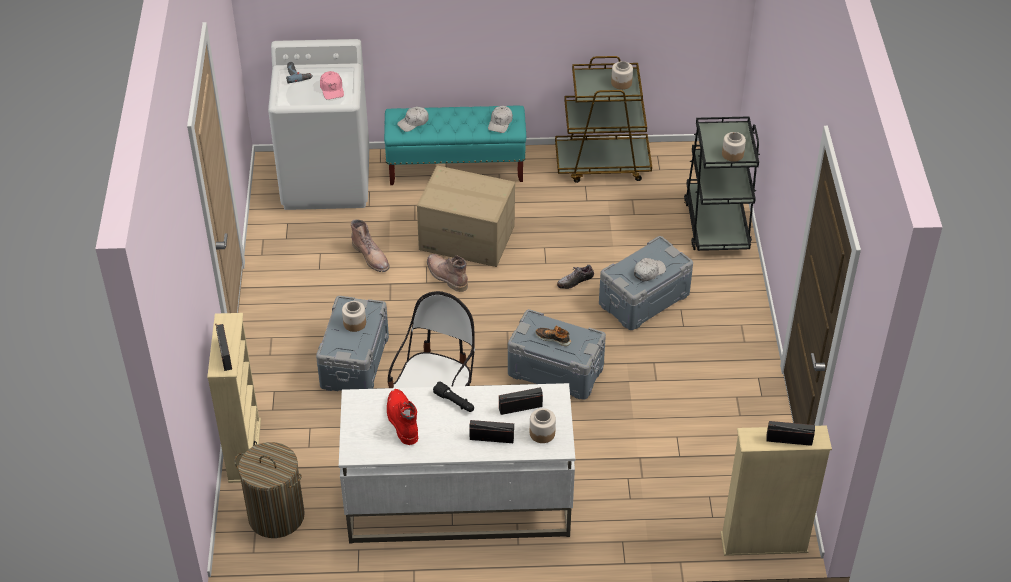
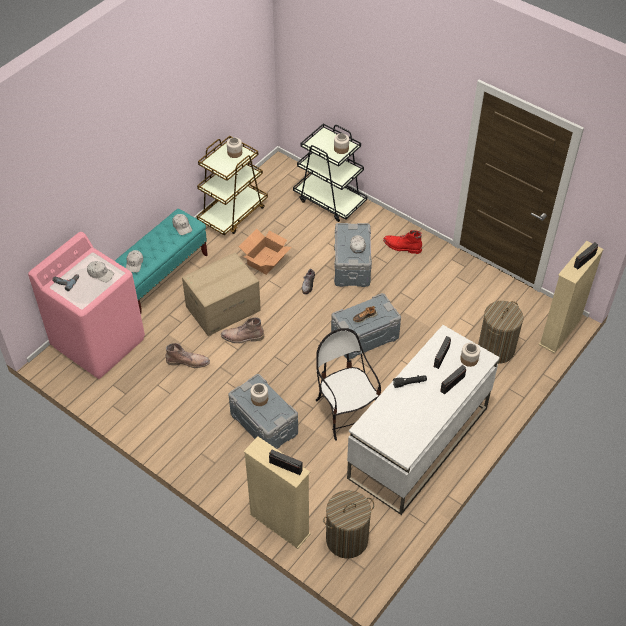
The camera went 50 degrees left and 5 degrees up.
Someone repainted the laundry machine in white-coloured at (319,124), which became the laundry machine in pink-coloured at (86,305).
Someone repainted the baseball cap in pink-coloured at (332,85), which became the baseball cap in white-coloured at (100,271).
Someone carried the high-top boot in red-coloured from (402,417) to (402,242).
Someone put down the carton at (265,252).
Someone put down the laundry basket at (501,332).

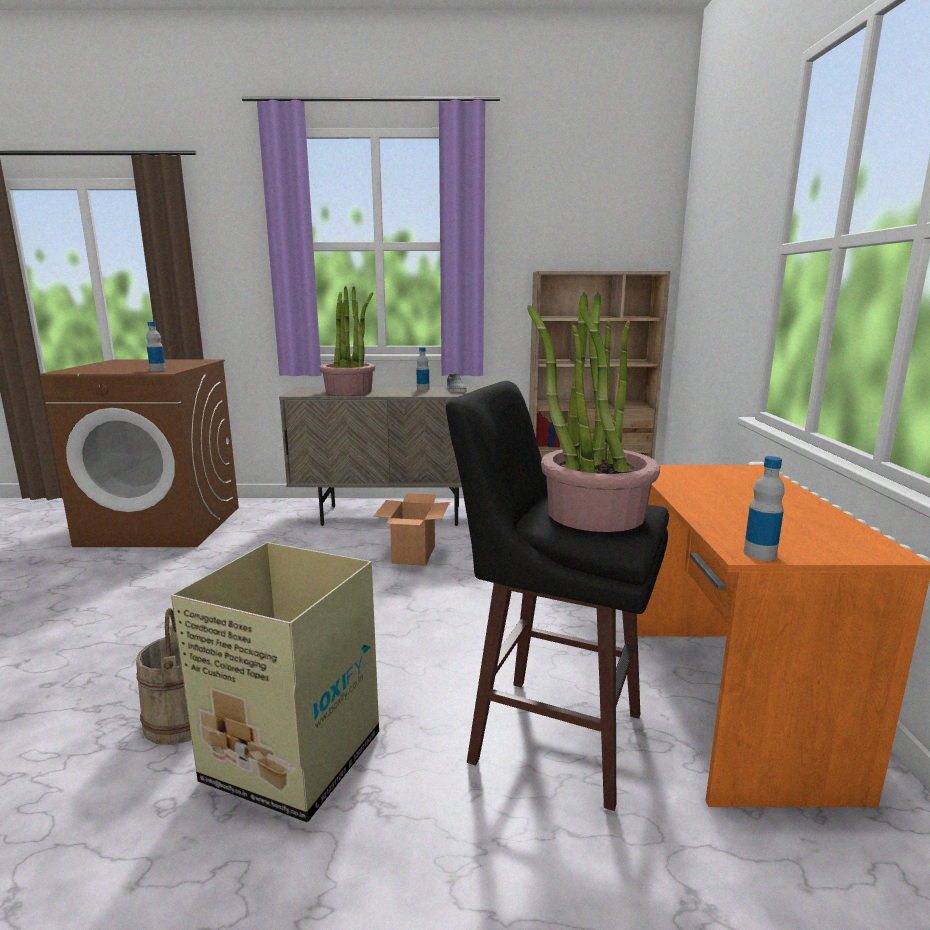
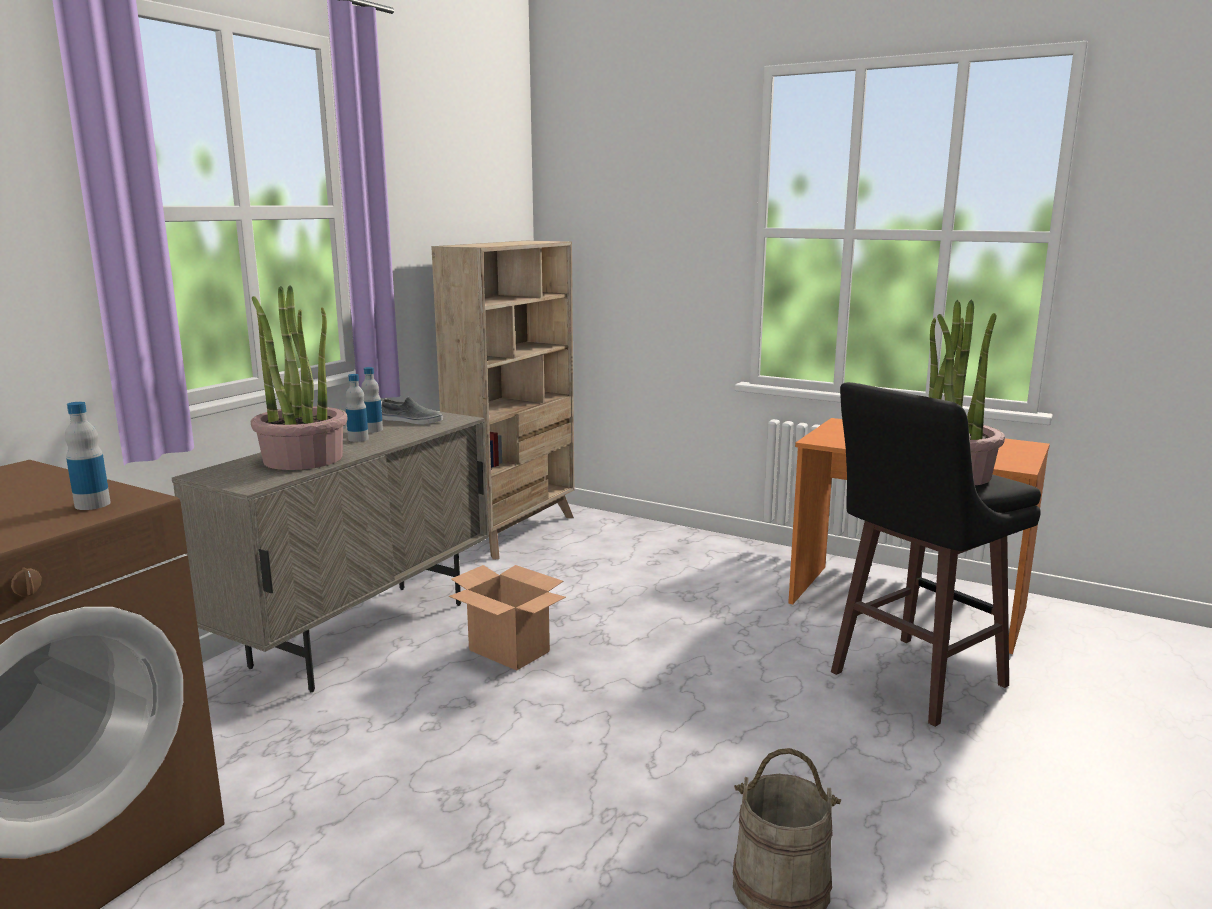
The camera went 60 degrees left and 0 degrees up.
Someone carried the bottle from (764,508) to (357,408).
Someone took away the carton at (275,682).

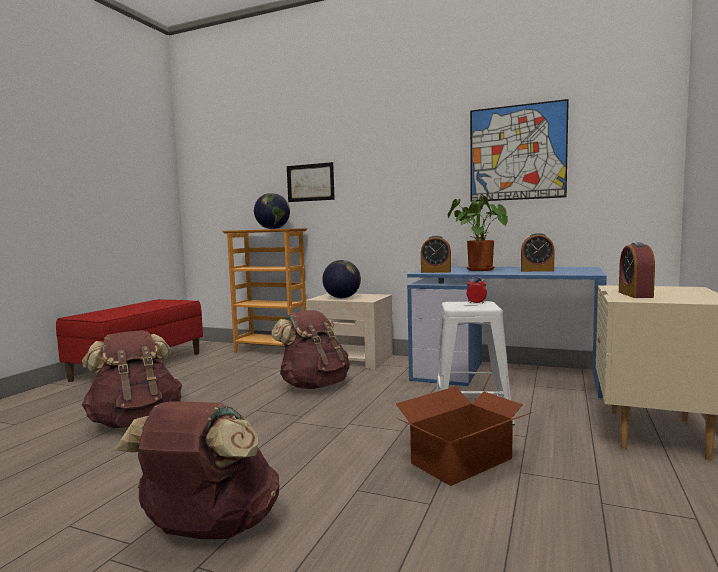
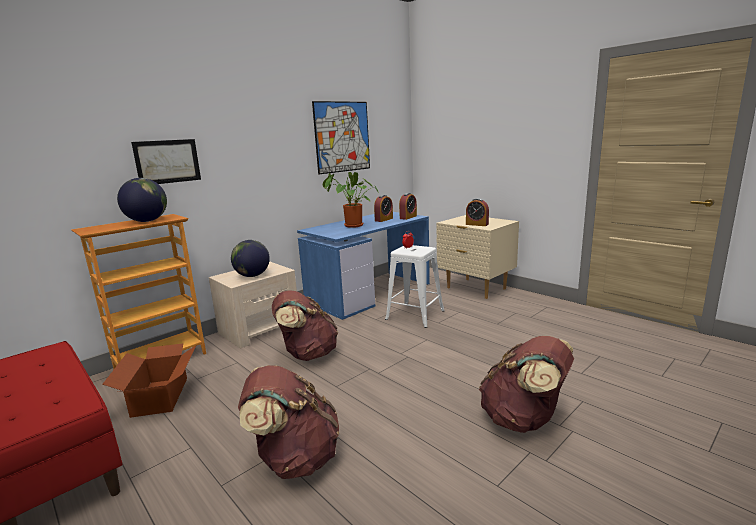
The camera went 65 degrees left and 10 degrees up.
Someone carried the bedside clock from (436,254) to (408,206).
Someone carried the carton from (464,436) to (149,380).

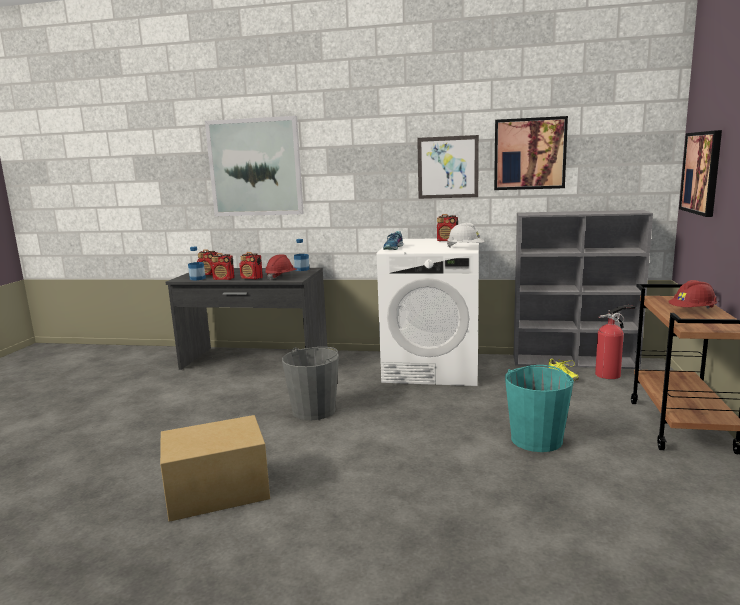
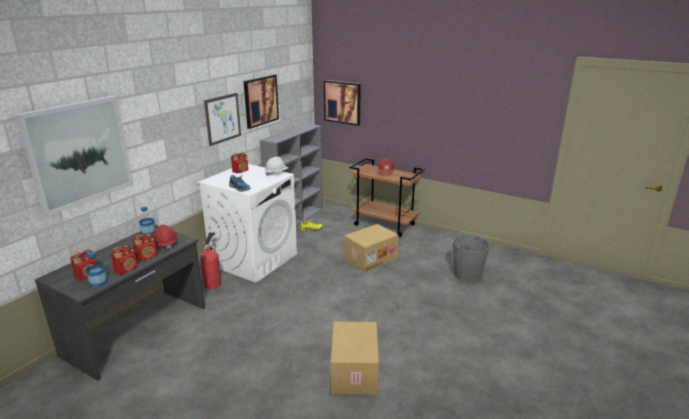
The camera went 70 degrees left and 10 degrees up.
Someone carried the extinguisher from (615,342) to (210,260).
Someone carried the bucket in greyish from (310,383) to (471,258).
Someone swapped the bucket in turquoise at (539,408) for the carton at (371,248).

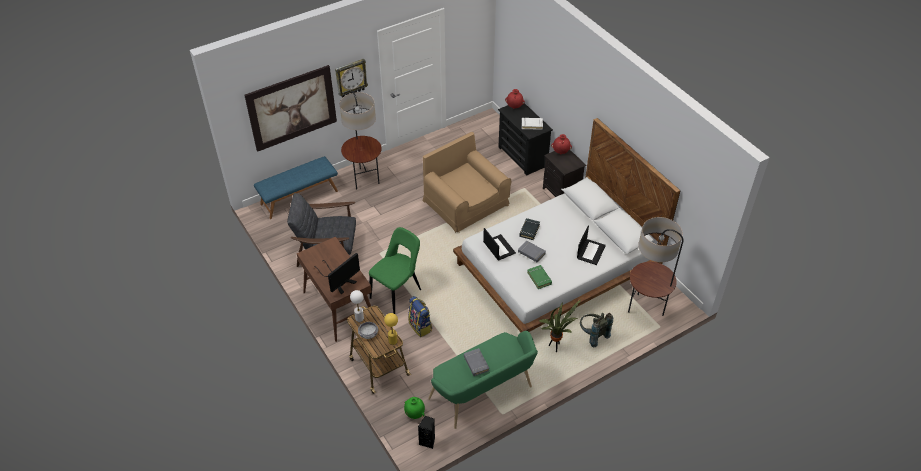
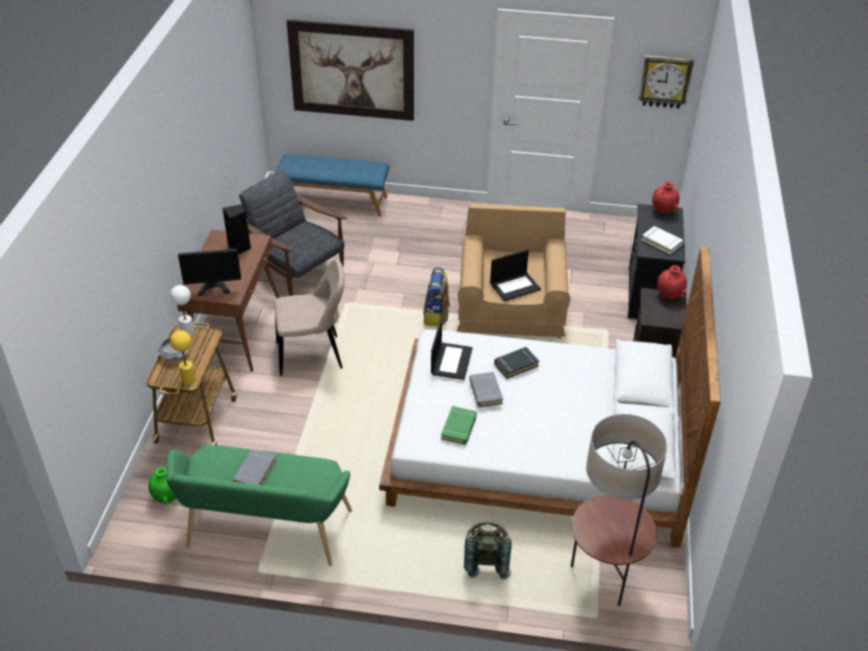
The camera went 40 degrees right and 5 degrees down.
Someone carried the wall clock from (351,78) to (666,82).
Someone took away the standard lamp at (361,140).
Someone carried the laptop from (591,245) to (515,275).
Someone repainted the chair in green at (395,270), which became the chair in beige-coloured at (309,317).
Someone carried the knapsack from (420,316) to (436,297).
Someone took away the potted plant at (560,326).
Someone carried the audio speaker in black from (426,432) to (237,229).

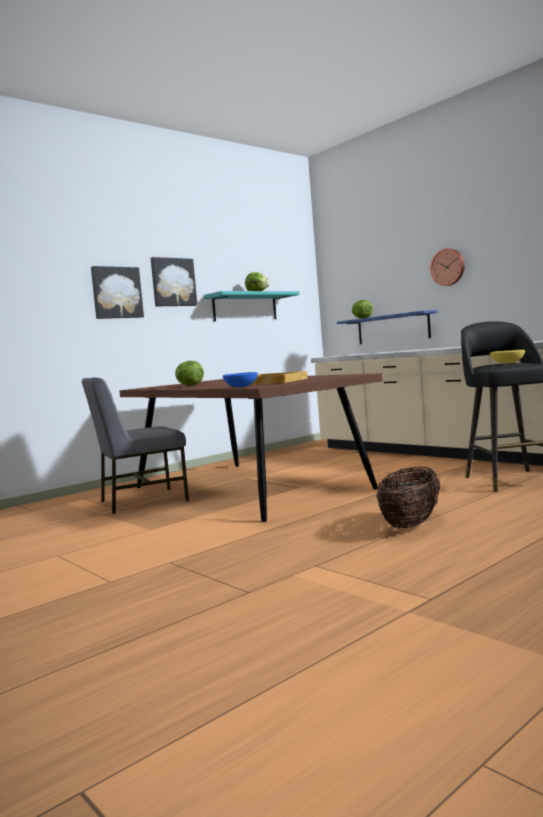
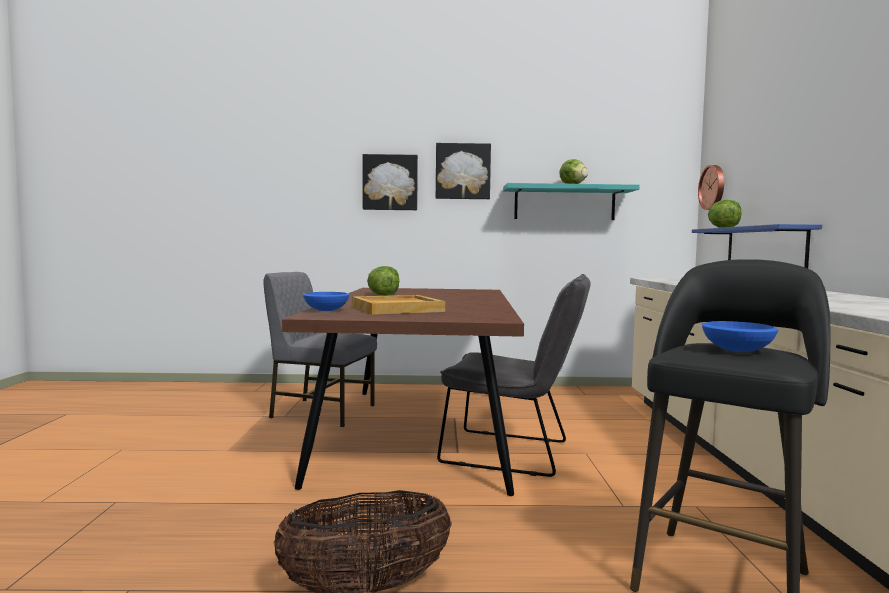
The camera went 40 degrees right and 0 degrees up.
Someone carried the wall clock from (447,267) to (711,187).
Someone repainted the deep dish in yellowish at (507,357), which became the deep dish in blue-coloured at (740,336).
Someone put down the chair in greyish at (514,375).

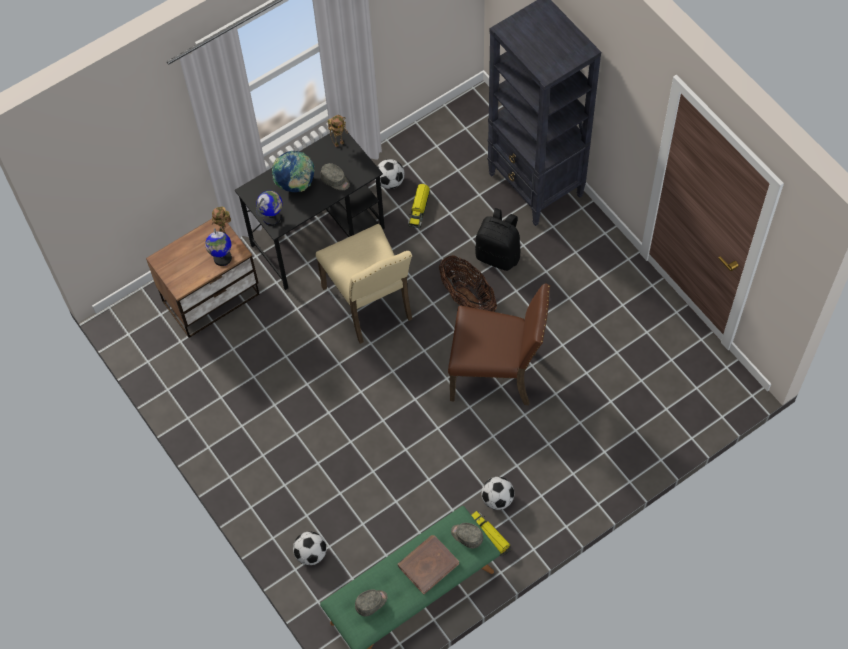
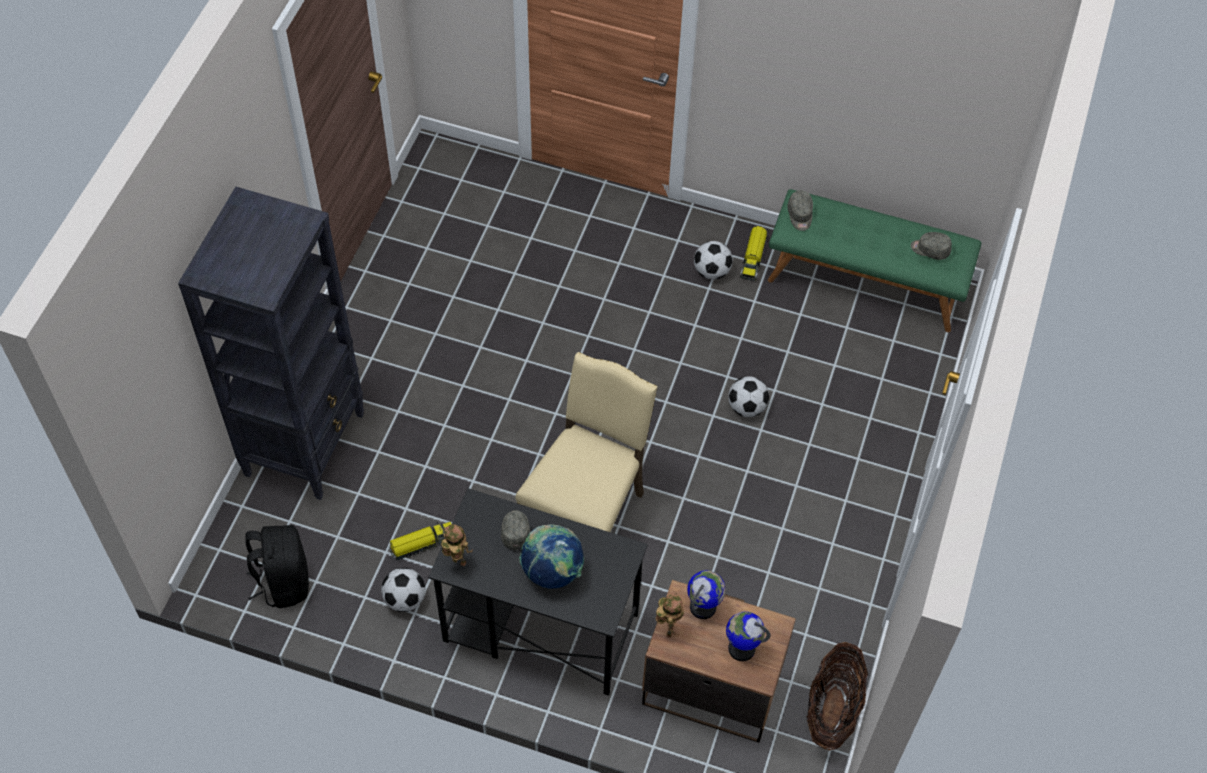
The camera went 130 degrees left and 5 degrees down.
Someone carried the globe from (269,208) to (748,636).
Someone carried the knapsack in black from (498,239) to (277,566).
Someone carried the household basket from (468,283) to (837,696).
Someone took away the chair in brown at (499,344).
Someone carried the ball for football from (310,548) to (748,396).
Someone took away the book in brown at (428,565).

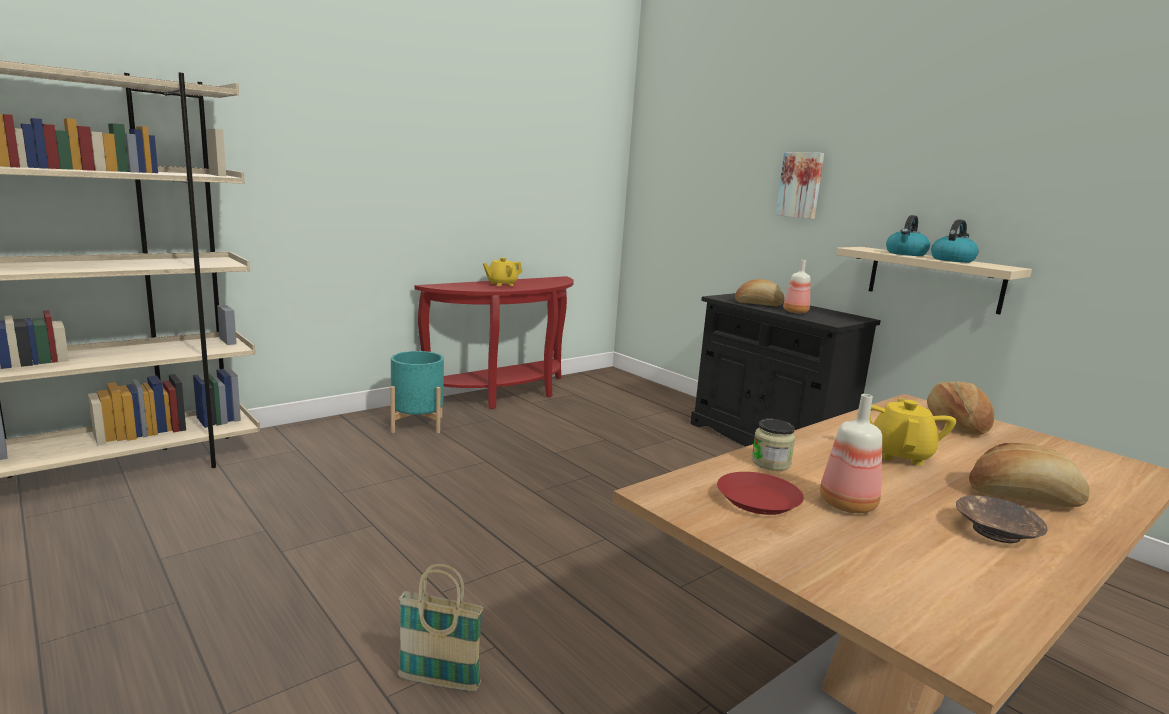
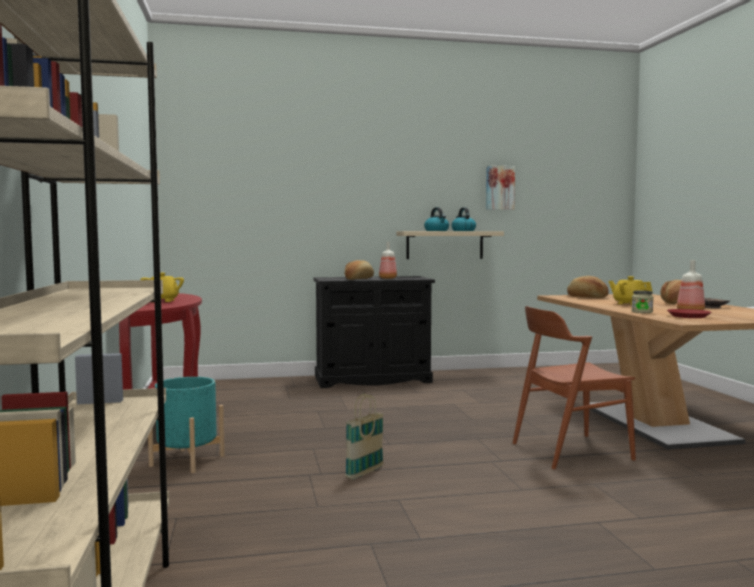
The camera went 60 degrees left and 10 degrees down.
Someone carried the wall art from (800,185) to (500,187).
Someone carried the household basket from (441,627) to (364,437).
Someone put down the chair in brown at (574,387).

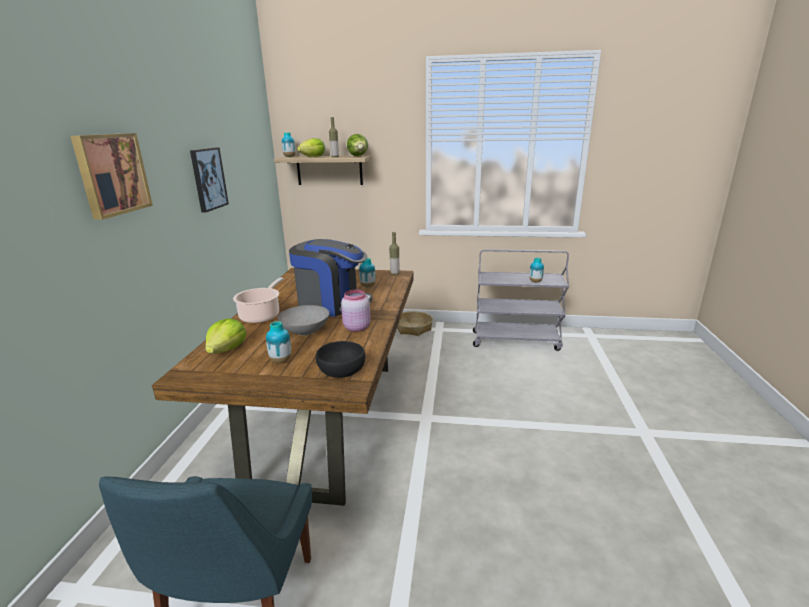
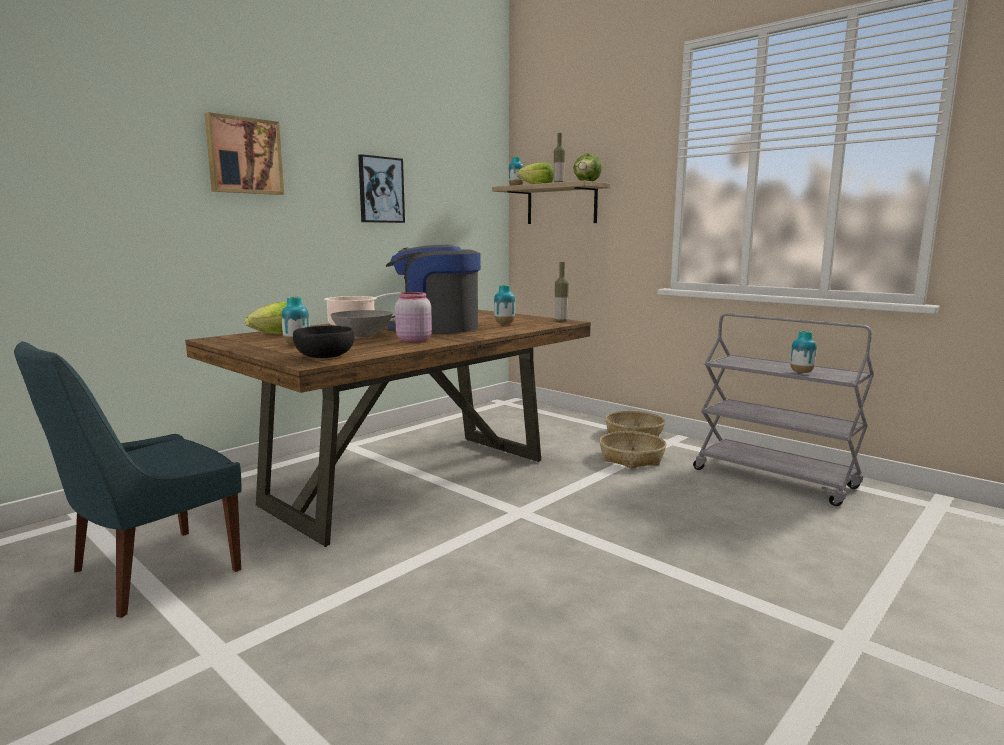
The camera went 35 degrees right and 10 degrees down.
Someone rotated the coffee machine at (330,278) by 135 degrees clockwise.
Someone put down the household basket at (632,450).

